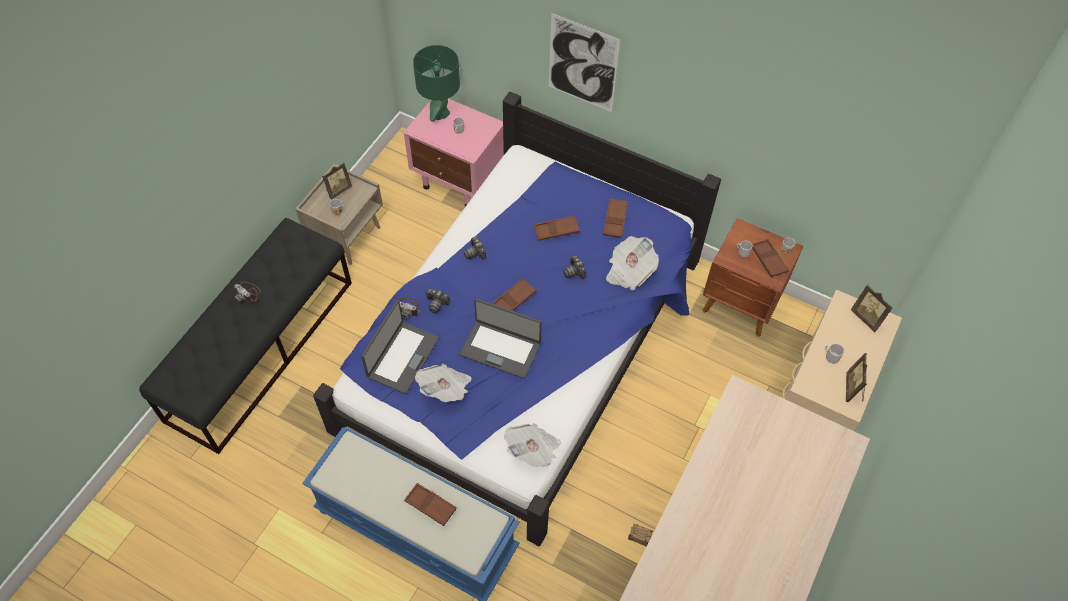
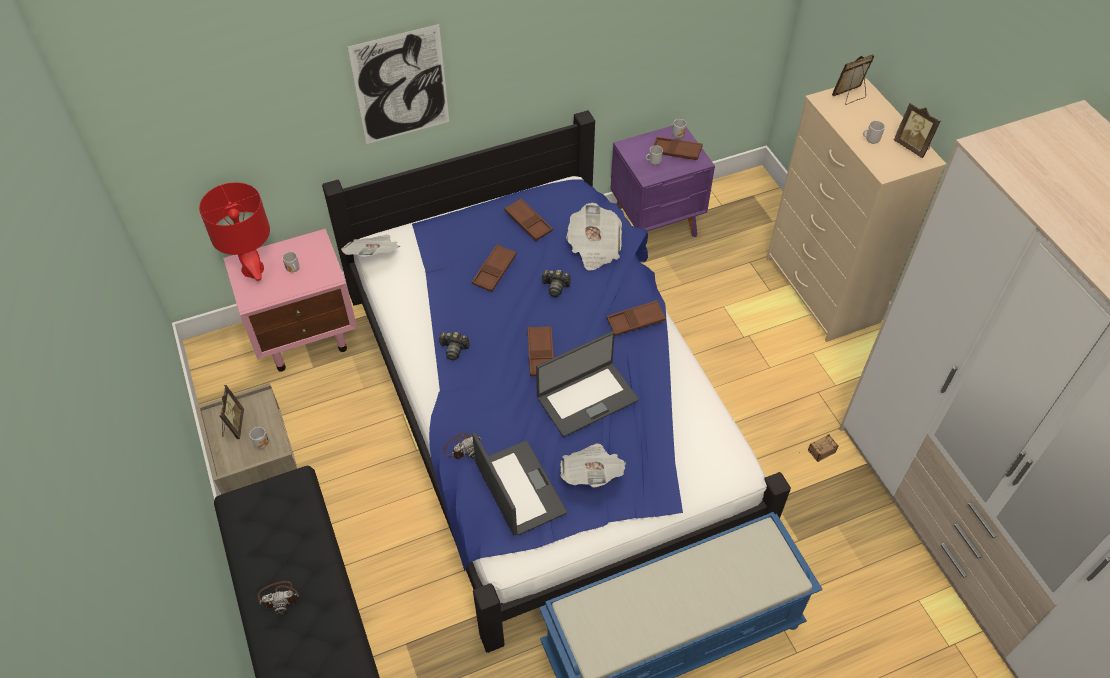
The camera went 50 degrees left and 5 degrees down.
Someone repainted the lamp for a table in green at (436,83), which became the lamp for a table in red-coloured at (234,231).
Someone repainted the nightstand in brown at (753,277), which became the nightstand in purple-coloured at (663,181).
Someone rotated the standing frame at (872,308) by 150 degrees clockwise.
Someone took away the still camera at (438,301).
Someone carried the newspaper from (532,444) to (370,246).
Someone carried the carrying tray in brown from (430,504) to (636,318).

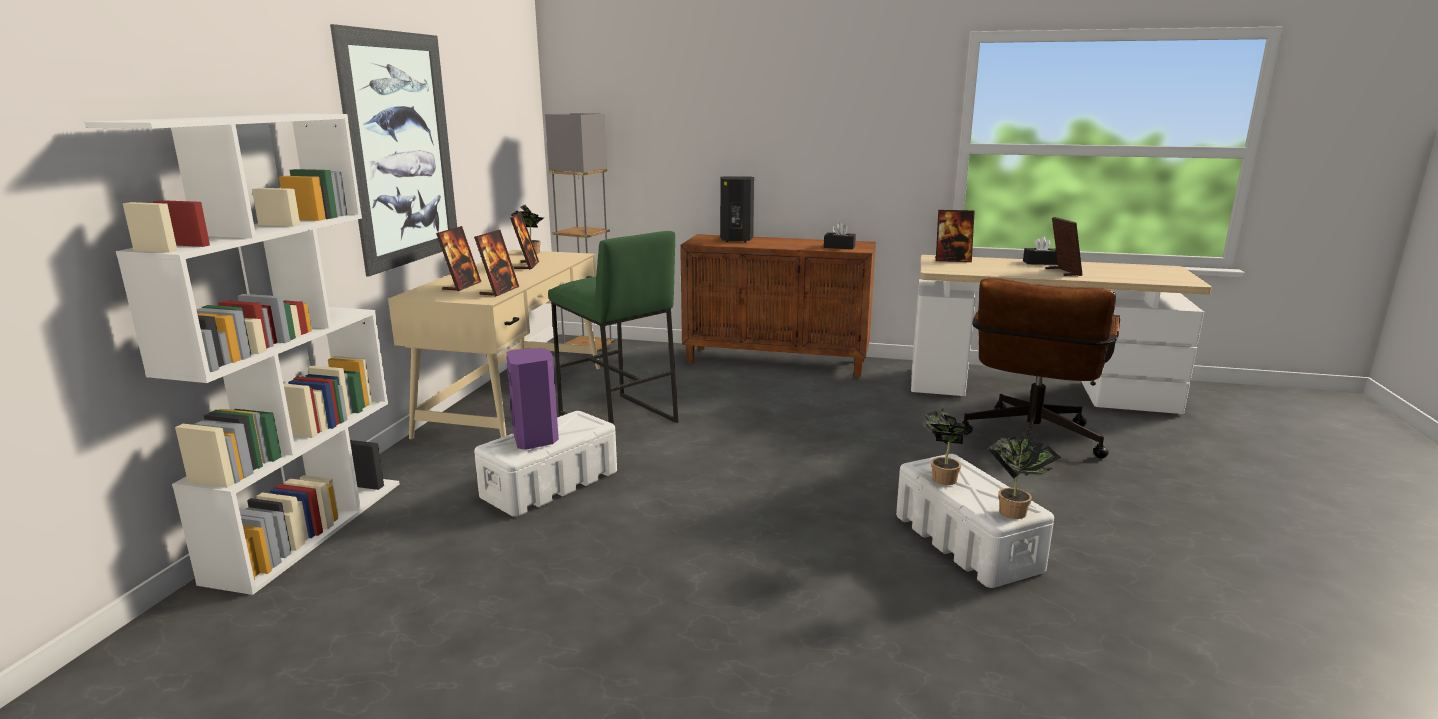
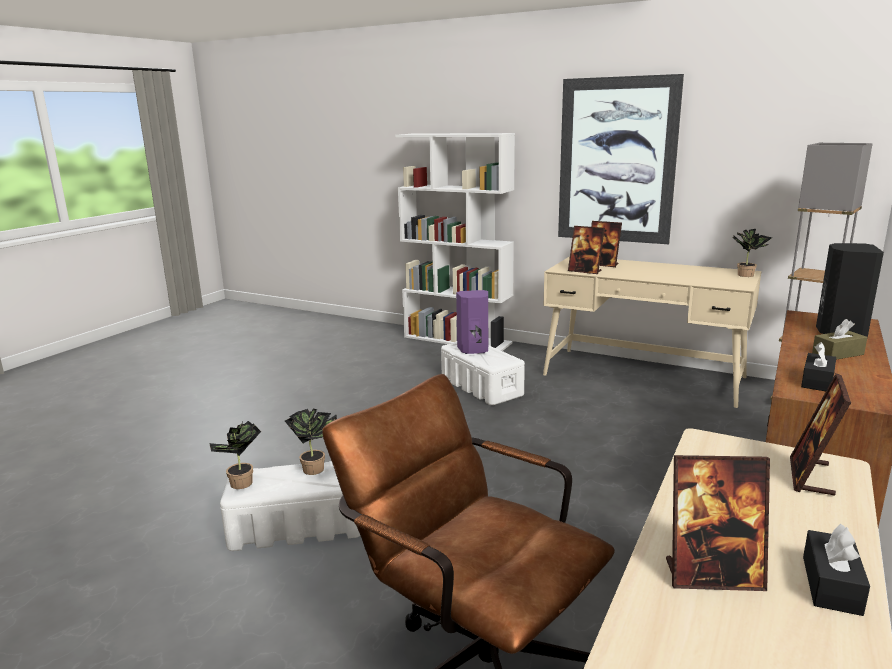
The camera went 105 degrees right and 0 degrees up.
Someone took away the standing frame at (524,241).
Someone took away the stool seat in green at (613,327).
Someone put down the tissue box in brown at (839,339).

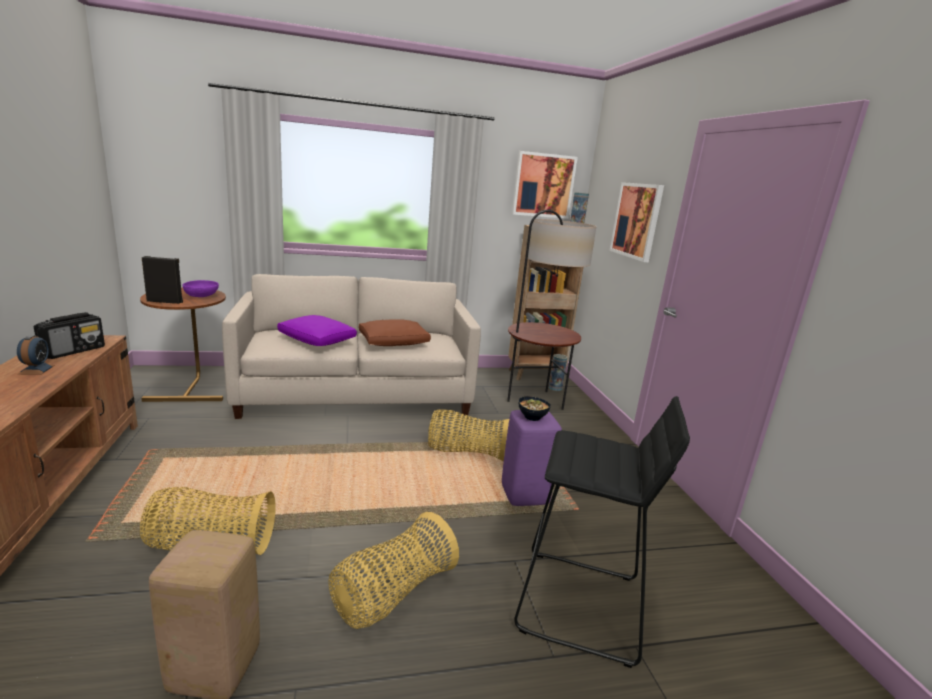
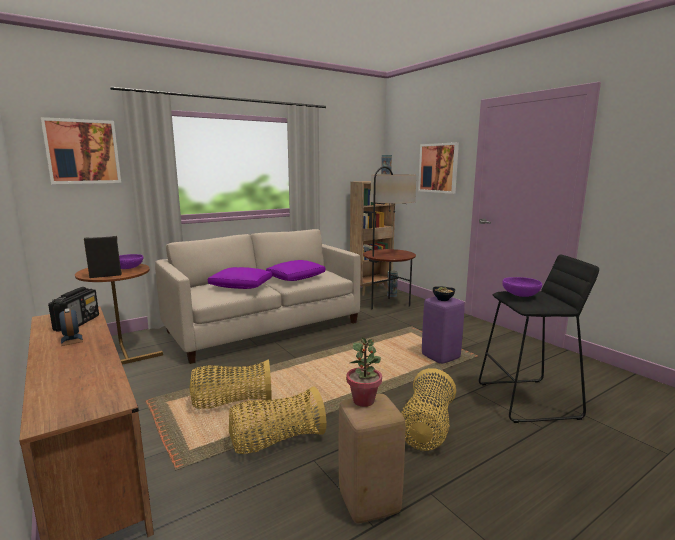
The camera went 20 degrees left and 5 degrees down.
Someone carried the wall art from (545,185) to (81,150).
Someone repainted the pillow in brown at (395,332), which became the pillow in purple-coloured at (295,270).
Someone carried the household basket from (468,435) to (230,384).
Someone put down the deep dish in purple-coloured at (522,287).
Someone put down the potted plant at (364,372).

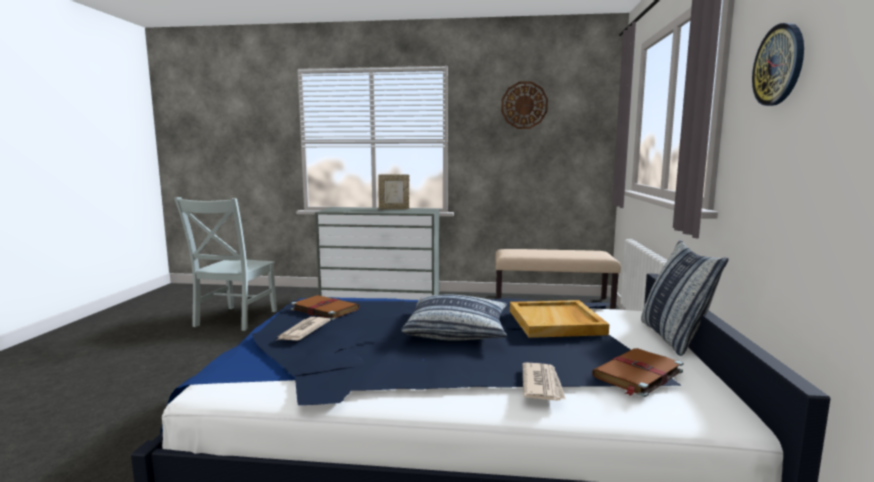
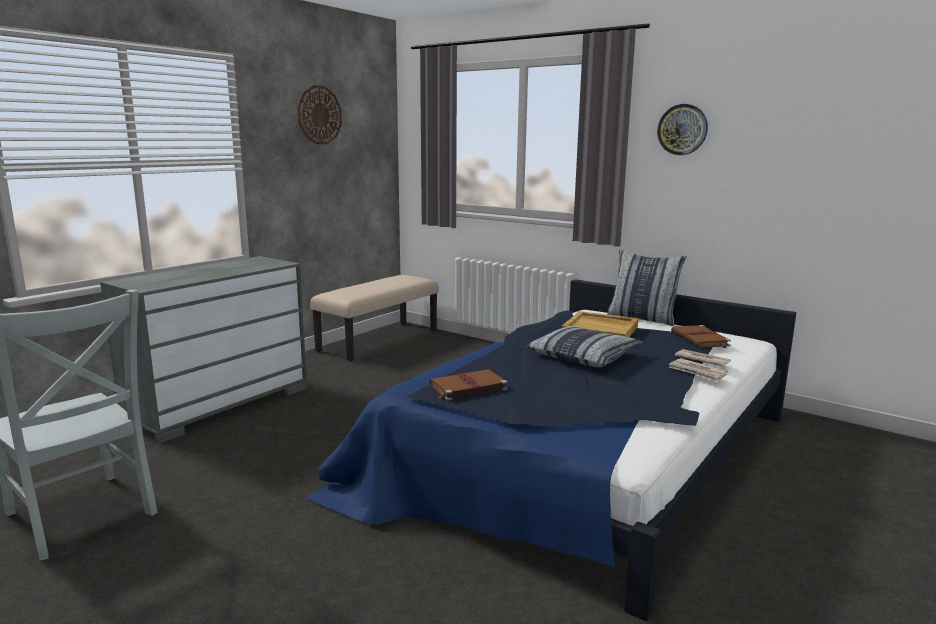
The camera went 60 degrees left and 5 degrees up.
Someone took away the standing frame at (394,191).
Someone carried the newspaper from (303,329) to (698,370).

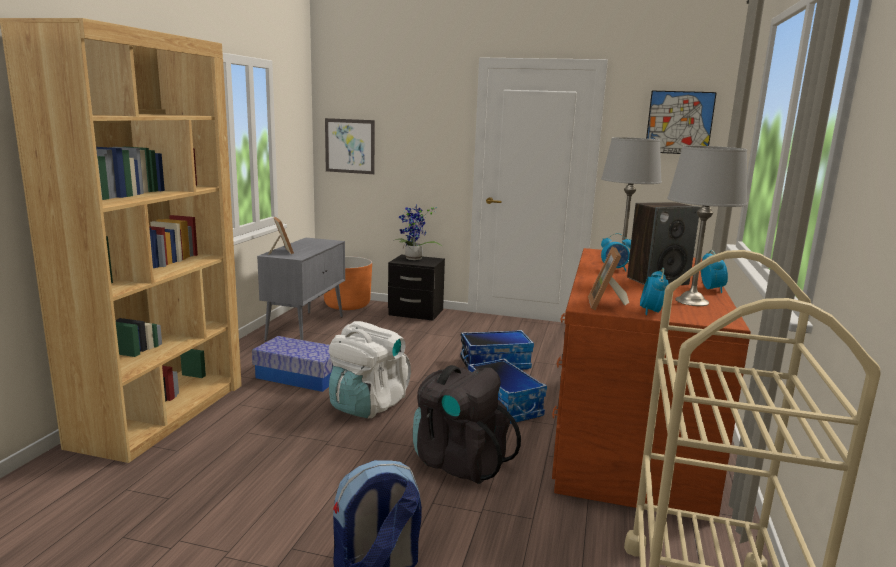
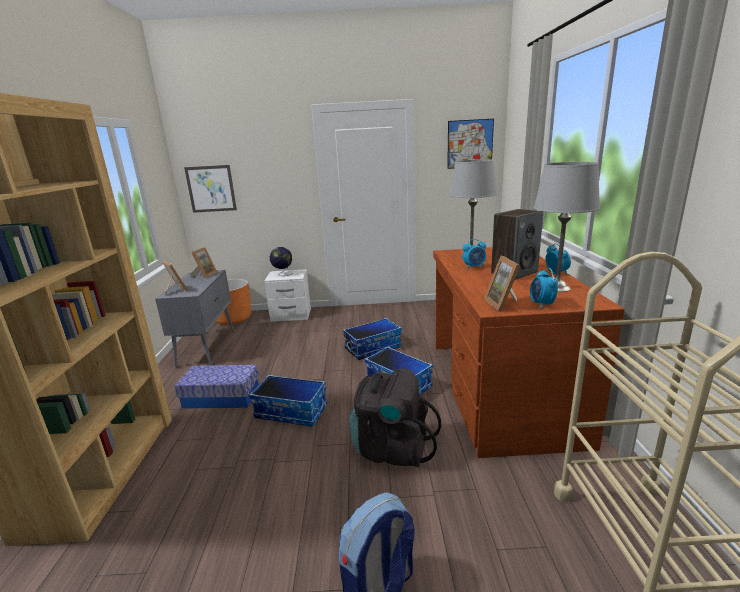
The camera went 15 degrees left and 5 degrees up.
Someone swapped the potted plant at (417,232) for the globe at (281,261).
Someone repainted the nightstand in black at (416,287), which became the nightstand in white-coloured at (287,295).
Someone swapped the knapsack in white-coloured at (370,369) for the storage container at (288,401).
Someone put down the standing frame at (203,262).

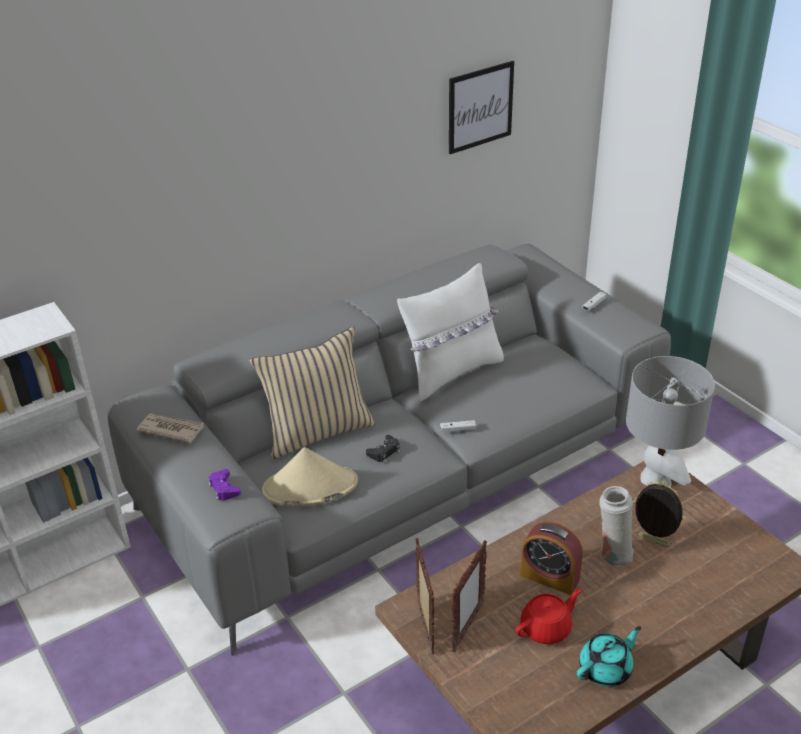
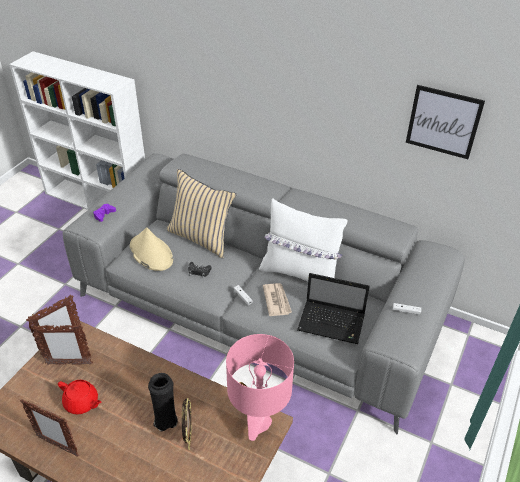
The camera went 60 degrees right and 5 degrees up.
Someone repainted the lamp for a table in greyish at (670,421), which became the lamp for a table in pink-coloured at (260,387).
Someone carried the newspaper from (170,428) to (277,299).
Someone repainted the decorative vase in white-coloured at (616,526), which became the decorative vase in black at (163,402).
Someone took away the bedside clock at (551,558).
Someone swapped the tea pot in turquoise at (609,656) for the standing frame at (49,428).
Someone put down the laptop at (333,308).

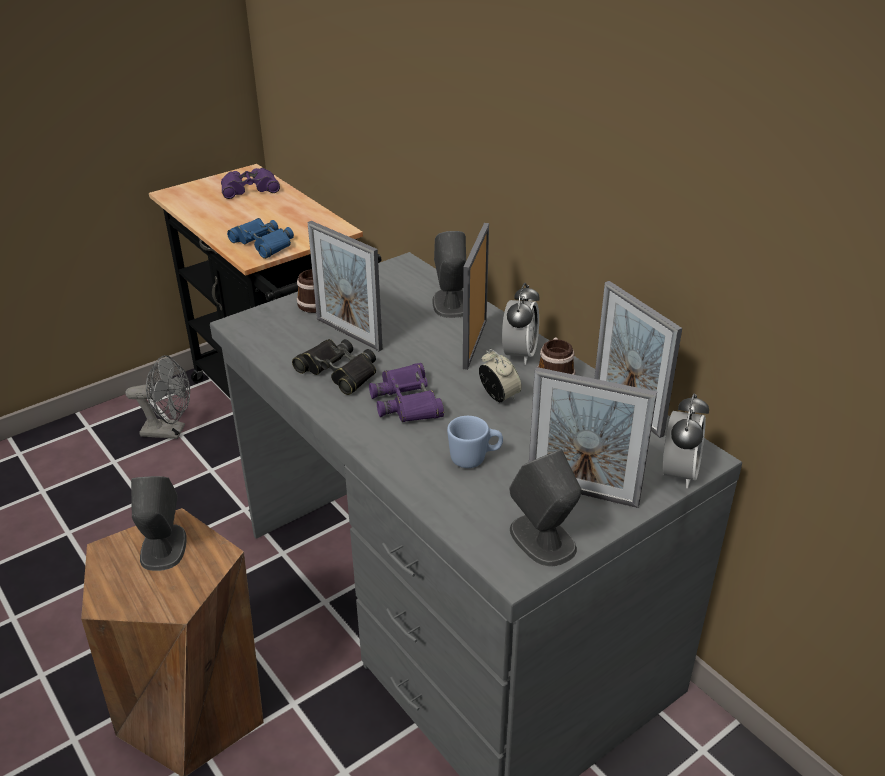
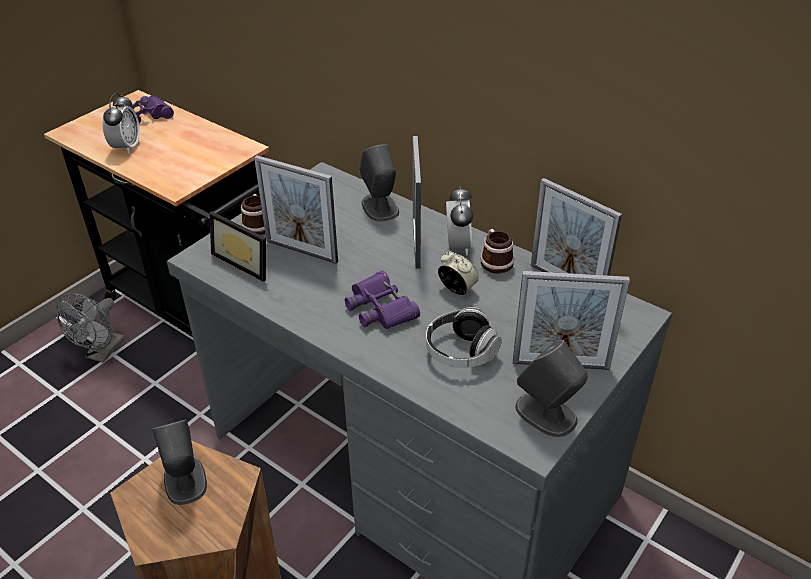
The camera went 15 degrees left and 5 degrees up.
Someone took away the binoculars in blue-coloured at (260,238).
Someone took away the binoculars in black at (334,367).
Someone rotated the cooling fan in greyish at (158,397) by 120 degrees clockwise.
Someone carried the bedside clock from (686,441) to (121,123).
Someone swapped the tea mug in blue-coloured at (475,442) for the headphones at (464,337).
Someone put down the standing frame at (237,247).

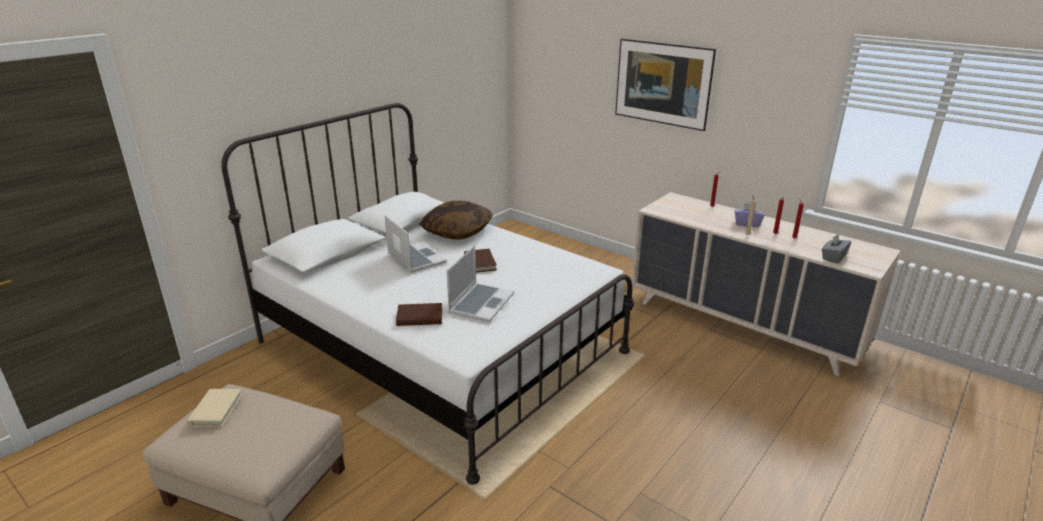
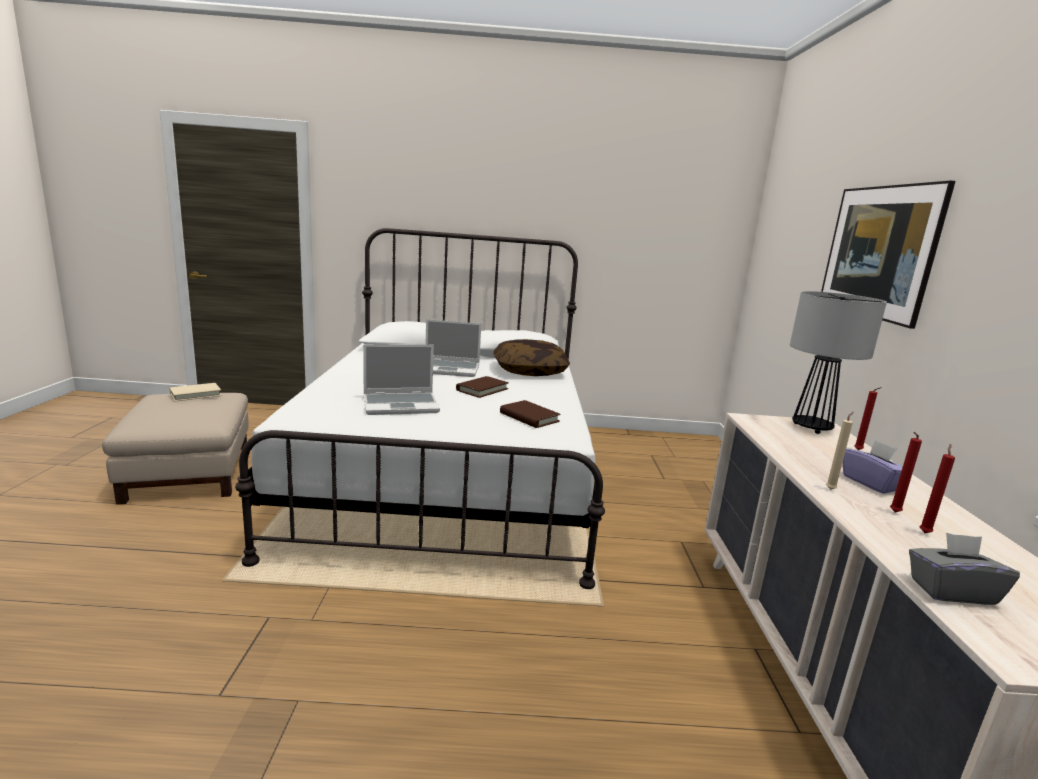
The camera went 50 degrees right and 10 degrees down.
Someone rotated the laptop at (415,244) by 75 degrees clockwise.
Someone carried the book in brown from (419,314) to (530,414).
Someone put down the lamp for a table at (838,362).

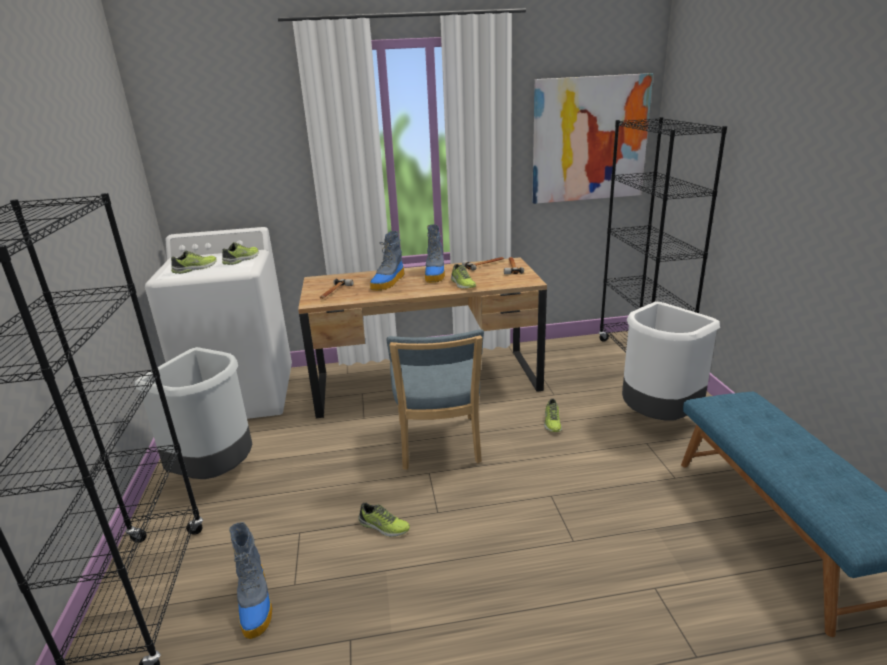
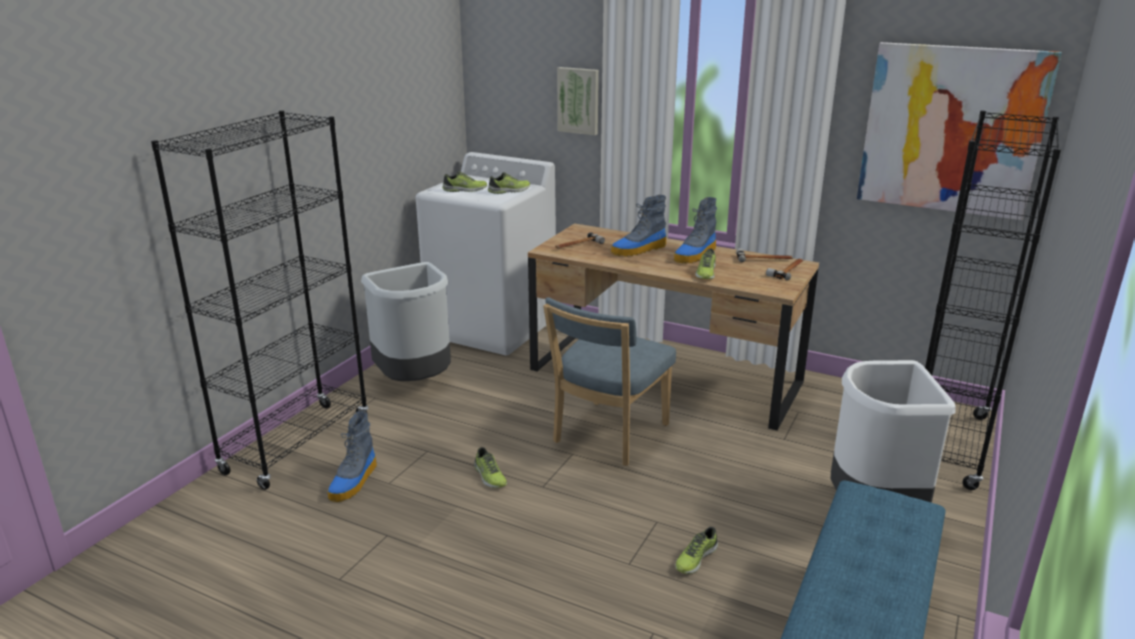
The camera went 35 degrees right and 0 degrees up.
Someone carried the low shoe from (553,415) to (696,550).
Someone put up the wall art at (578,101).

